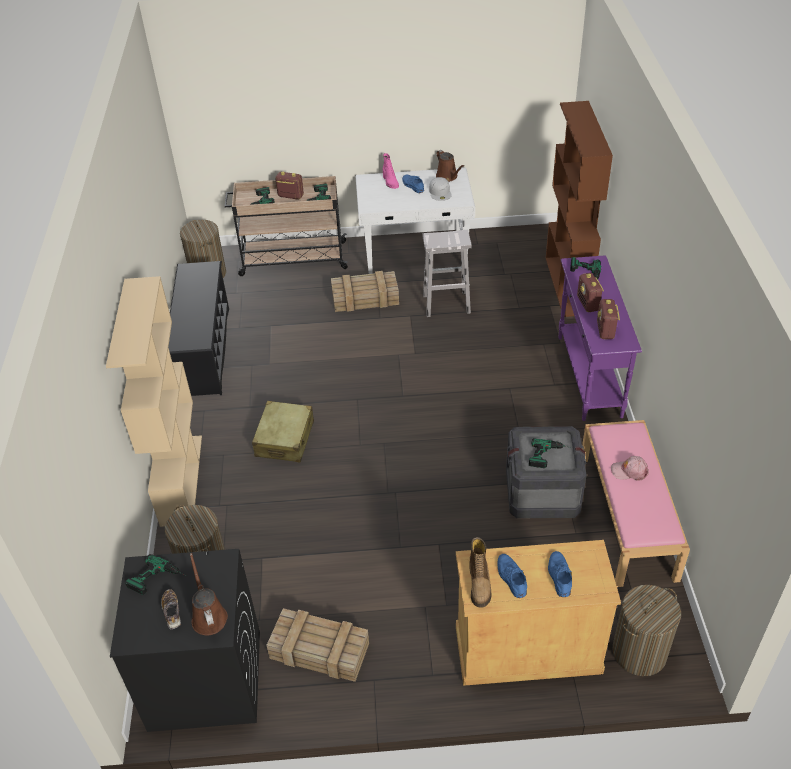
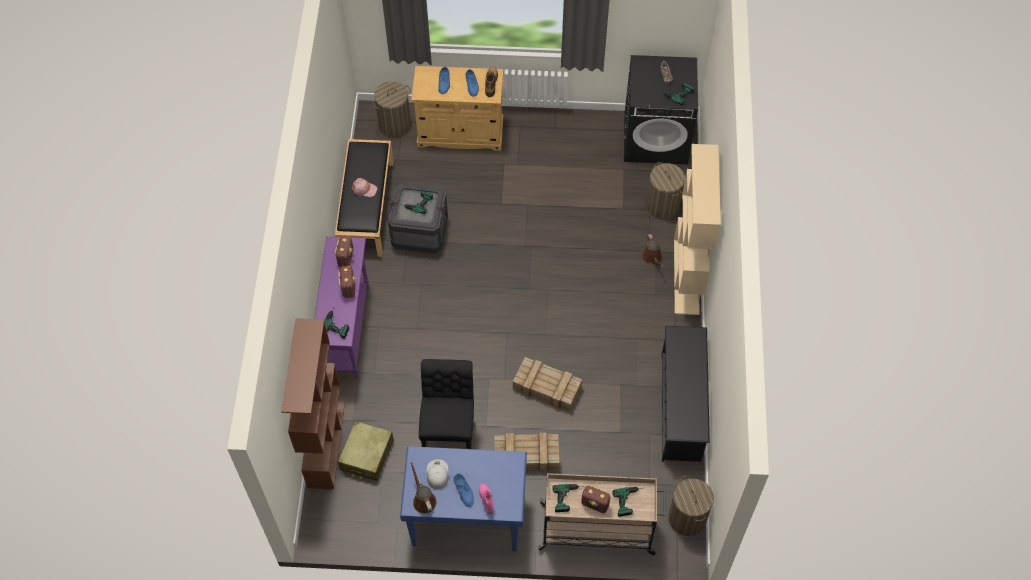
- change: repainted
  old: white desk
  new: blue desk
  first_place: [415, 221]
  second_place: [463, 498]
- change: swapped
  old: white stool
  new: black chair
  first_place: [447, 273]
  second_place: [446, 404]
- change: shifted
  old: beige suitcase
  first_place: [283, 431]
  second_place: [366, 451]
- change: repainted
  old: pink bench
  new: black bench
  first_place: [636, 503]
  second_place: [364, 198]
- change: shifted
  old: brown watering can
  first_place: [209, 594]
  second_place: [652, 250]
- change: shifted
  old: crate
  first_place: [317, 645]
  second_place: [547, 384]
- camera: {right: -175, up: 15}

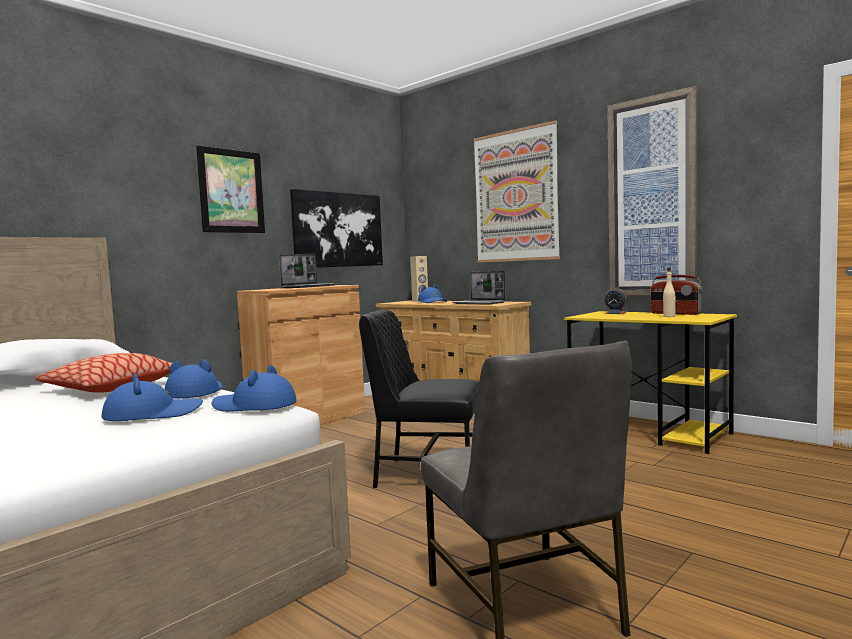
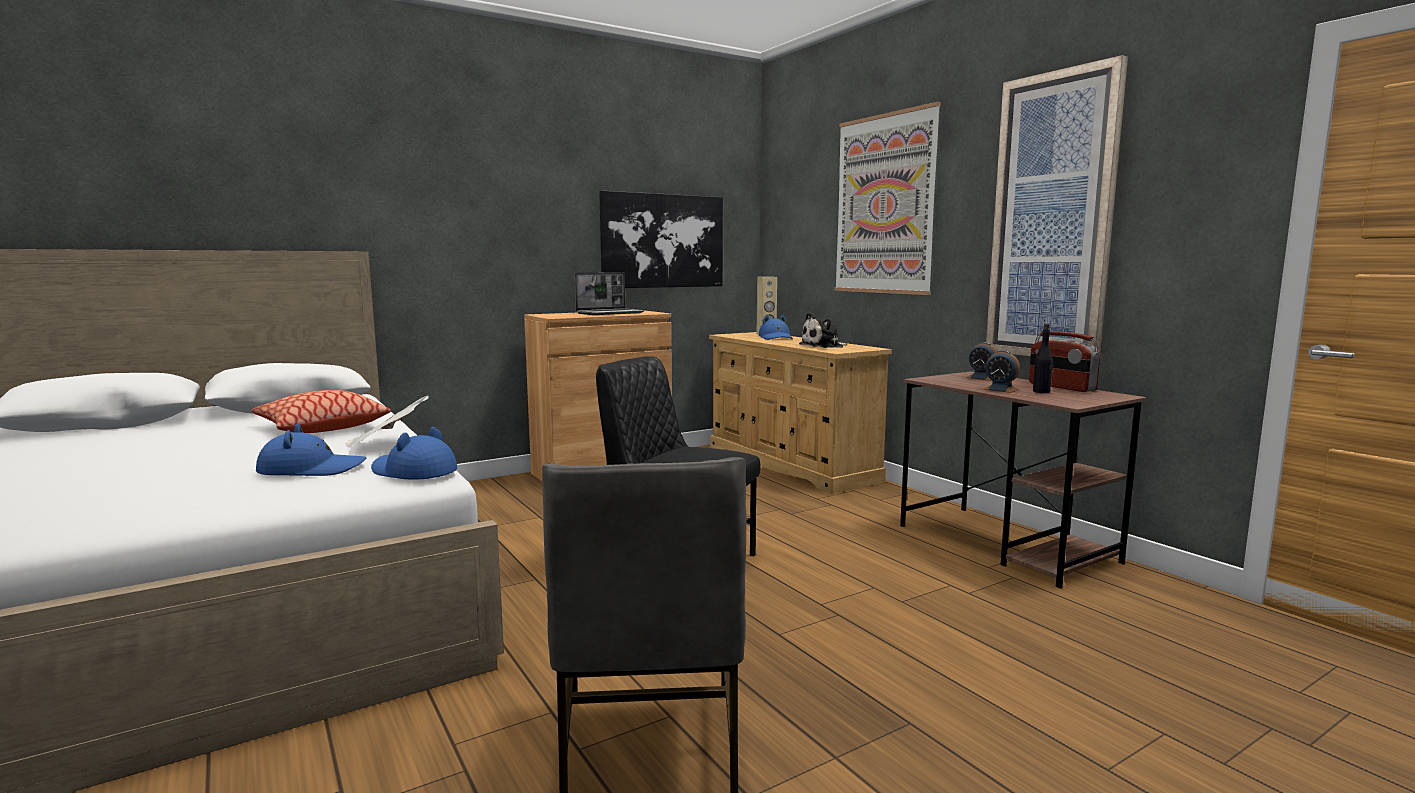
- change: gone
  old: picture
  first_place: [230, 189]
- change: repainted
  old: beige bottle
  new: black bottle
  first_place: [669, 292]
  second_place: [1043, 358]
- change: swapped
  old: laptop
  new: plush toy
  first_place: [479, 288]
  second_place: [823, 330]
- change: repainted
  old: yellow desk
  new: brown desk
  first_place: [650, 382]
  second_place: [1023, 480]
- change: swapped
  old: blue hat
  new: newspaper
  first_place: [194, 379]
  second_place: [387, 422]
- change: new
  new: alarm clock
  second_place: [1001, 371]
- camera: {right: 15, up: 5}

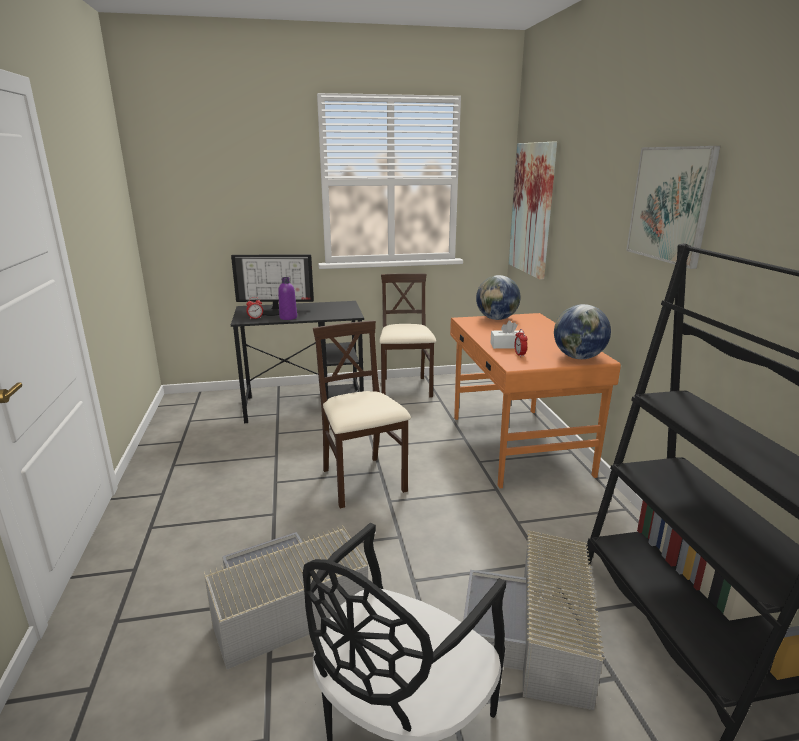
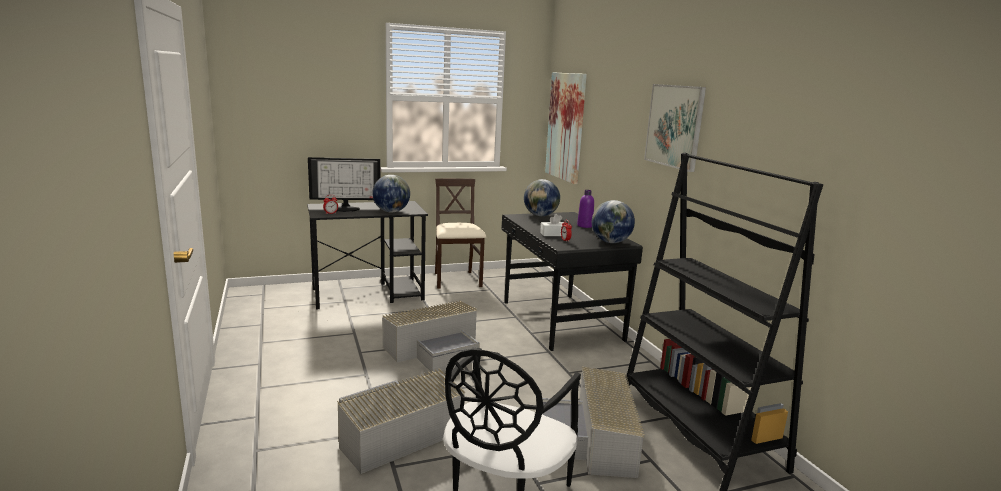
- change: shifted
  old: purple bottle
  first_place: [287, 298]
  second_place: [585, 209]
- change: repainted
  old: orange desk
  new: black desk
  first_place: [535, 400]
  second_place: [572, 281]
- change: swapped
  old: beige chair
  new: grey storage box
  first_place: [362, 414]
  second_place: [431, 337]
- change: new
  new: globe
  second_place: [391, 193]
- camera: {right: -10, up: -5}

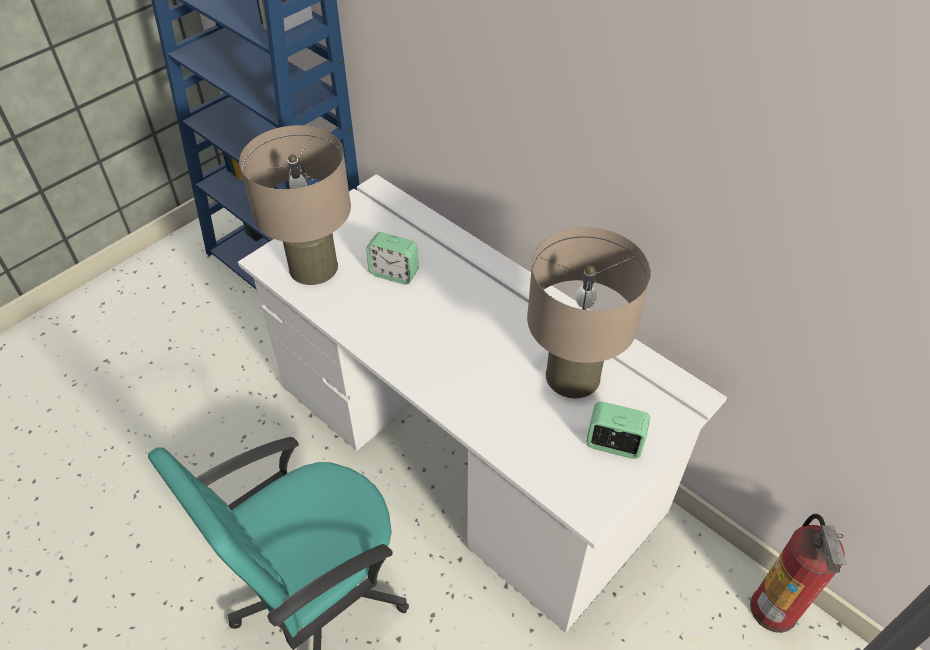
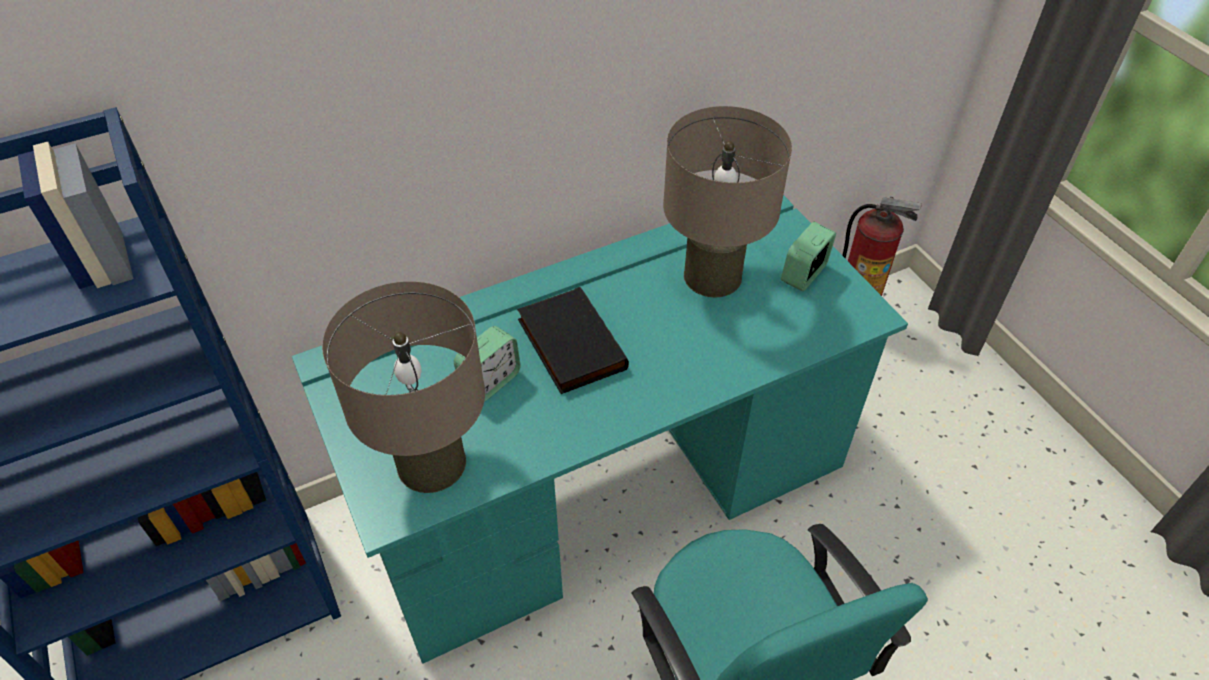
- change: repainted
  old: white desk
  new: turquoise desk
  first_place: [482, 403]
  second_place: [600, 429]
- change: new
  new: black book
  second_place: [573, 340]
- camera: {right: -70, up: 0}

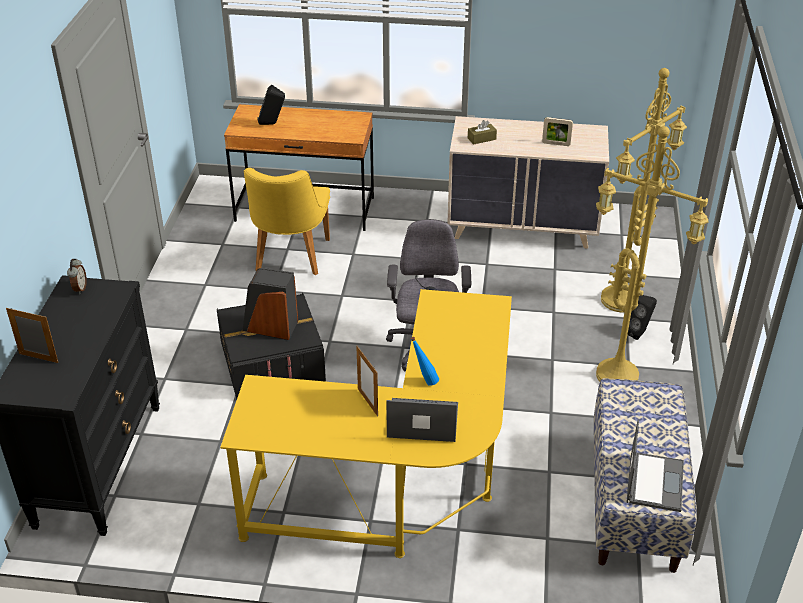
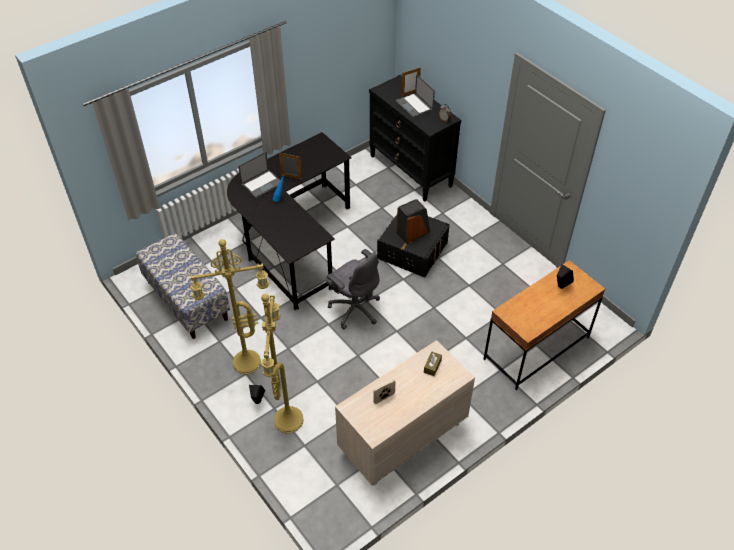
- change: gone
  old: yellow chair
  first_place: [287, 221]
- change: repainted
  old: yellow desk
  new: black desk
  first_place: [366, 423]
  second_place: [289, 221]
- change: shifted
  old: laptop
  first_place: [655, 466]
  second_place: [415, 96]
- camera: {right: 135, up: 10}

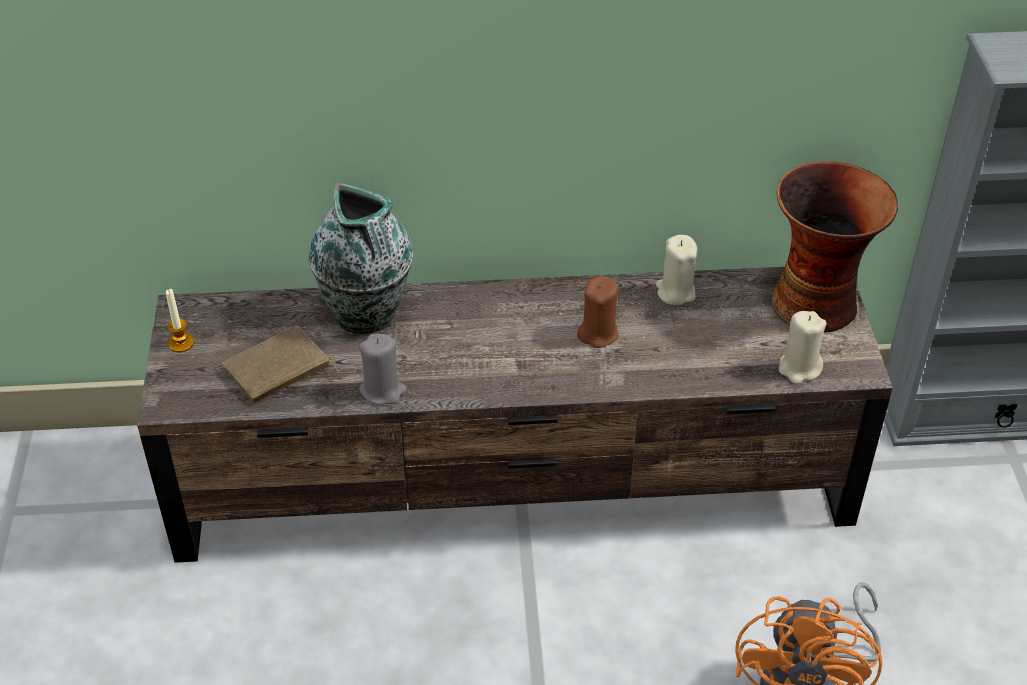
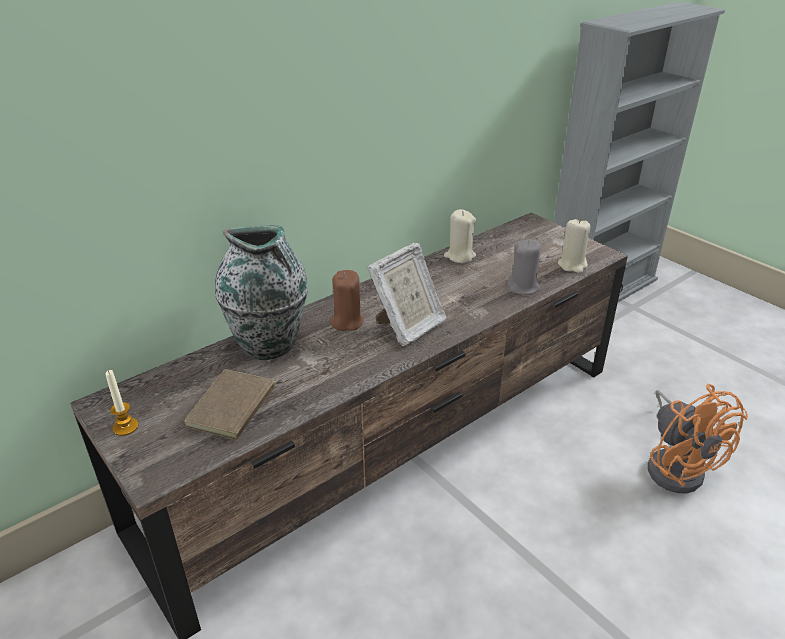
- change: gone
  old: vase
  first_place: [835, 247]
- change: shifted
  old: brown candle
  first_place: [598, 312]
  second_place: [347, 300]
- change: shifted
  old: grey candle
  first_place: [383, 369]
  second_place: [524, 267]
- change: new
  new: picture frame
  second_place: [407, 294]
- camera: {right: -35, up: -10}

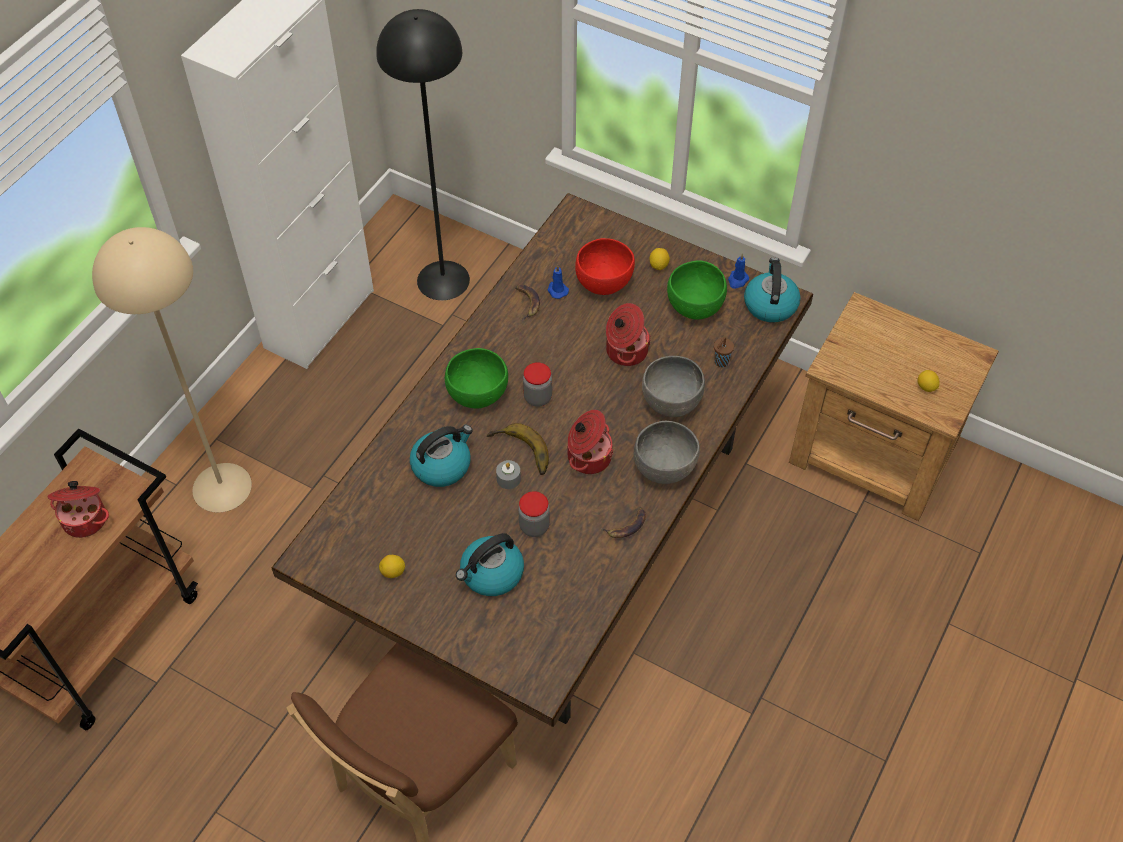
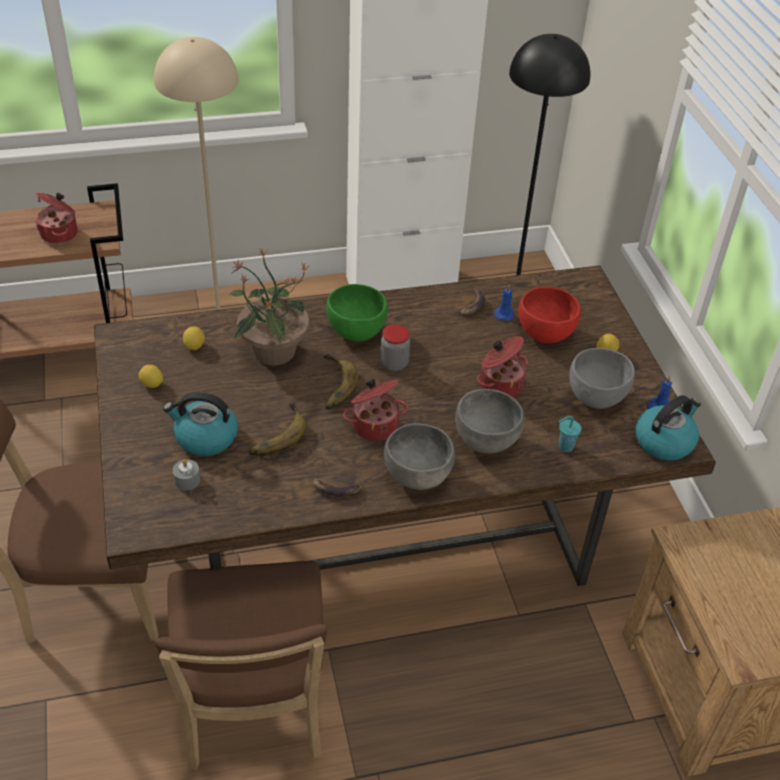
- change: repainted
  old: green bowl
  new: grey bowl
  first_place: [697, 290]
  second_place: [602, 378]
- change: repainted
  old: brown cup
  new: turquoise cup
  first_place: [724, 352]
  second_place: [569, 434]
- change: shifted
  old: lemon
  first_place: [928, 381]
  second_place: [194, 338]
- change: swapped
  old: kettle
  new: potted plant
  first_place: [441, 456]
  second_place: [269, 306]
- change: shifted
  old: grey candle
  first_place: [508, 474]
  second_place: [186, 474]
- change: swapped
  old: jar
  new: banana
  first_place: [534, 514]
  second_place: [278, 429]
- change: new
  new: brown chair
  second_place: [241, 665]
- camera: {right: 45, up: -10}

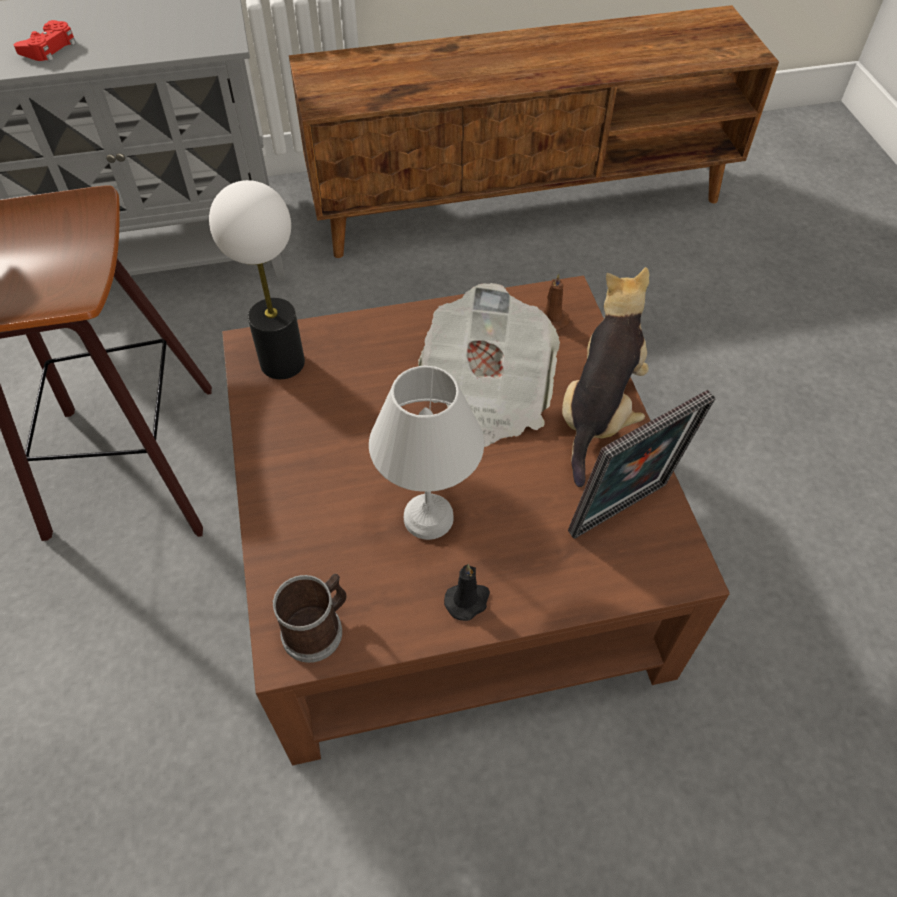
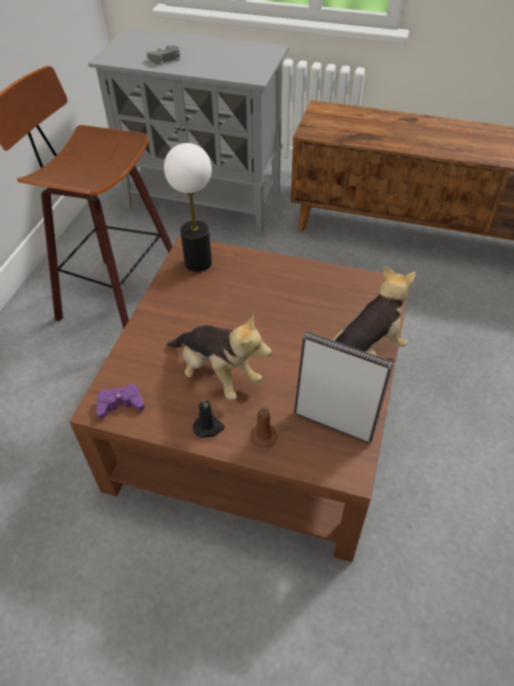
- change: repainted
  old: red game controller
  new: grey game controller
  first_place: [45, 41]
  second_place: [163, 55]
- change: shifted
  old: brown candle
  first_place: [554, 302]
  second_place: [264, 427]
- change: gone
  old: newspaper
  first_place: [489, 365]
- change: swapped
  old: white table lamp
  new: plush toy
  first_place: [426, 453]
  second_place: [219, 357]
- change: rotated
  old: picture frame
  first_place: [642, 464]
  second_place: [344, 387]
  degrees: -150
- change: swapped
  old: mug
  new: purple game controller
  first_place: [309, 618]
  second_place: [120, 401]
- camera: {right: 30, up: -5}

